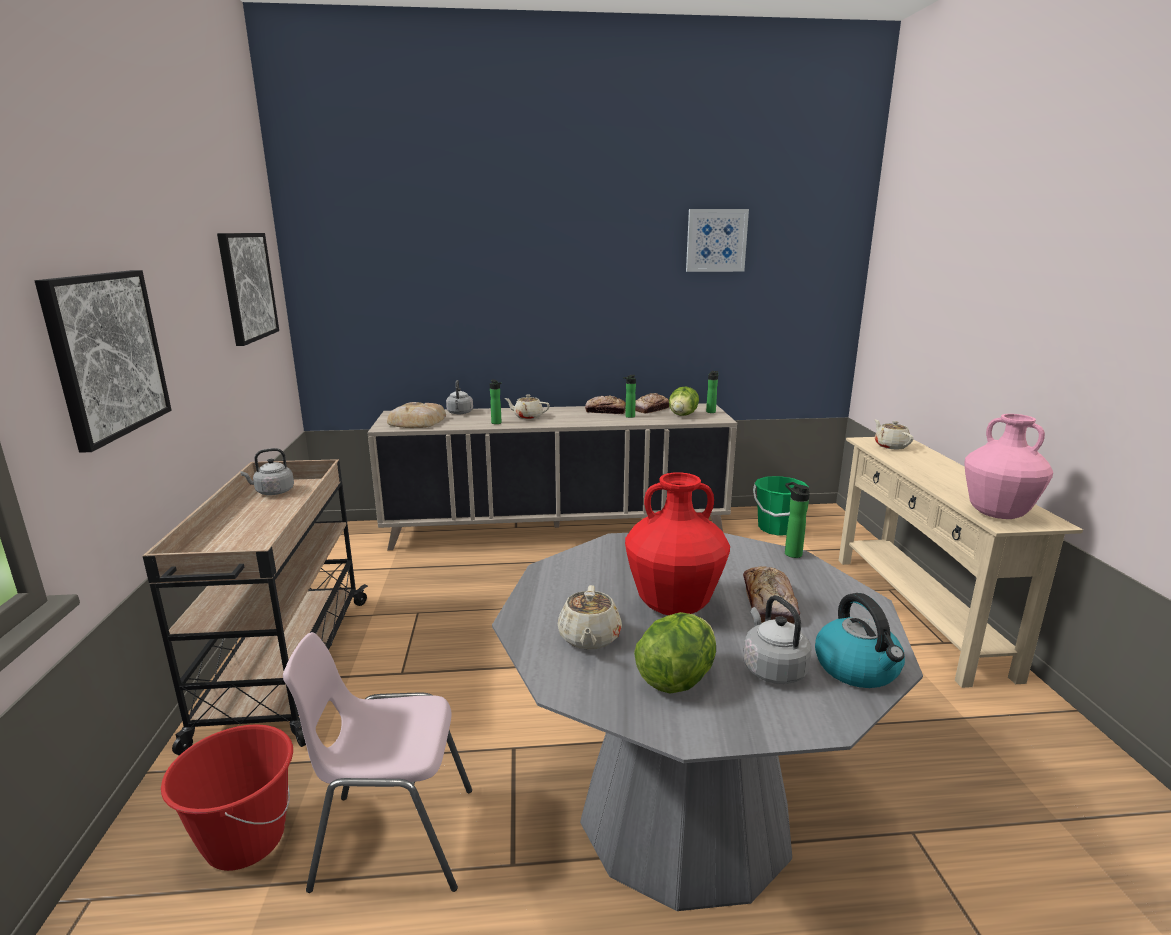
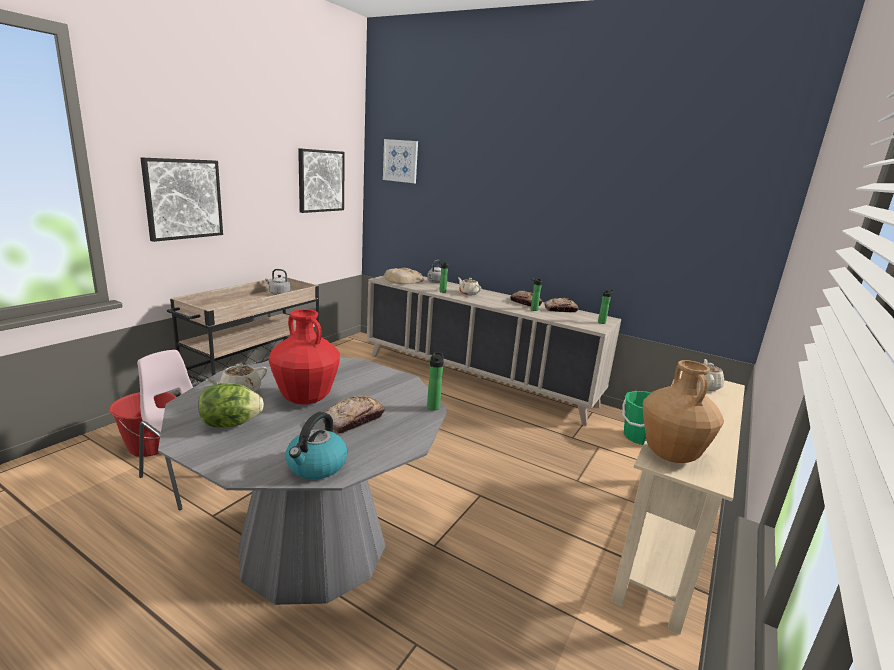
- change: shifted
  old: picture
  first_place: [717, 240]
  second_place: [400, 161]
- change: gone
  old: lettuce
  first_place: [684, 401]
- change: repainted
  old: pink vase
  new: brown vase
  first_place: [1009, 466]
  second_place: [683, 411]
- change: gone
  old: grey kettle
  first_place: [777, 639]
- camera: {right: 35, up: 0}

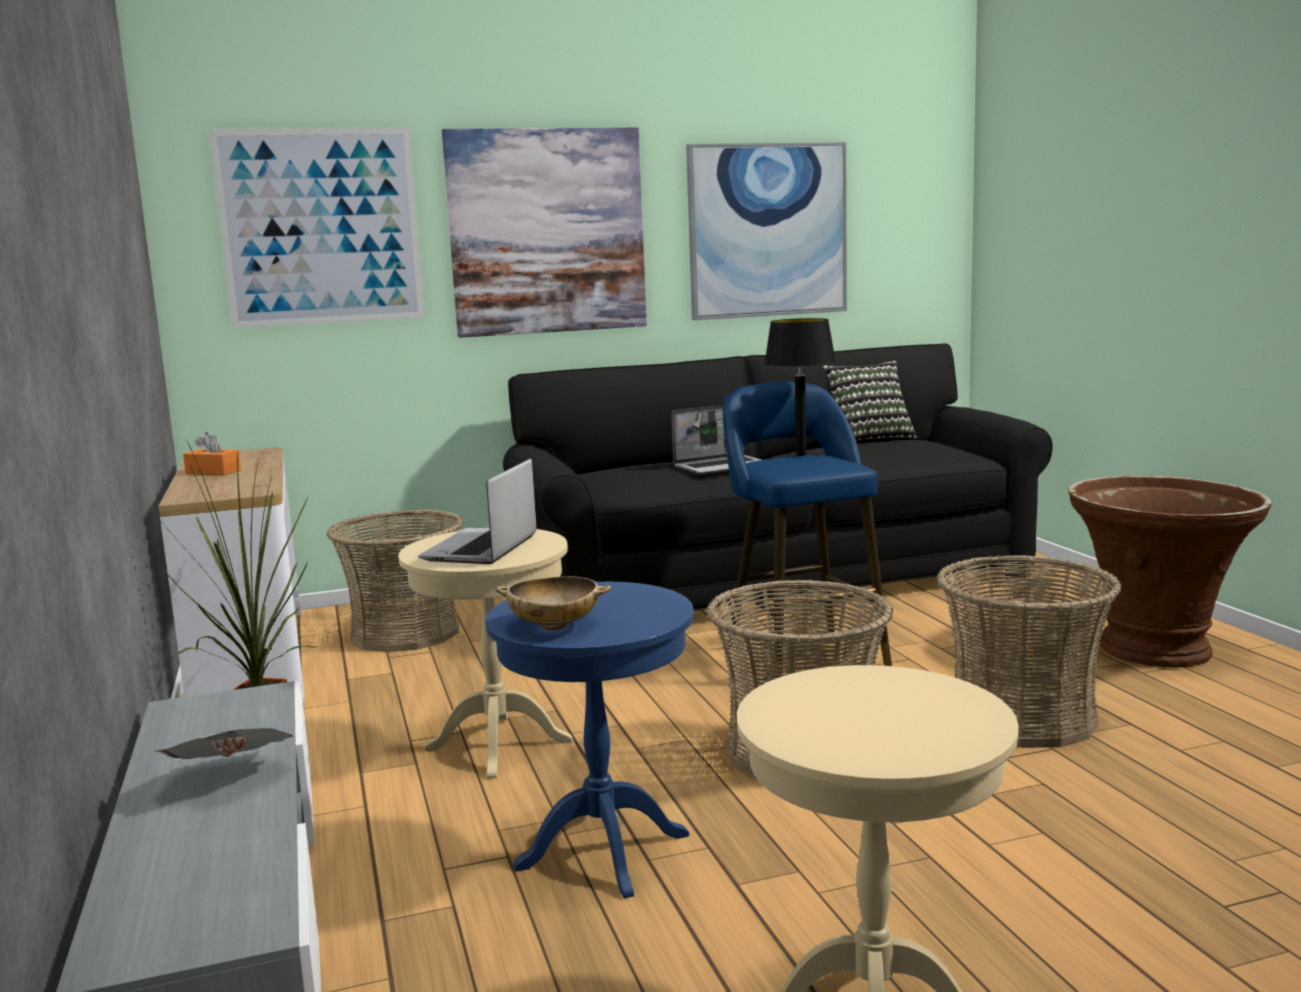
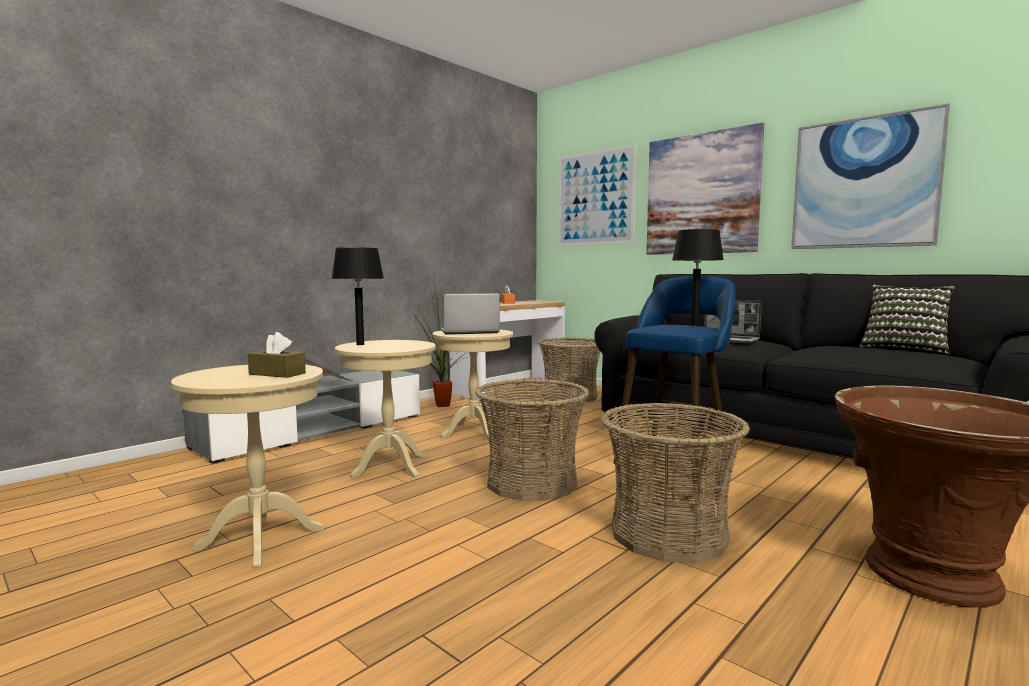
- change: swapped
  old: beige bowl
  new: black table lamp
  first_place: [553, 603]
  second_place: [357, 296]
- change: repainted
  old: blue side table
  new: beige side table
  first_place: [589, 740]
  second_place: [385, 409]
- change: new
  new: brown tissue box
  second_place: [277, 355]
- camera: {right: 60, up: -5}

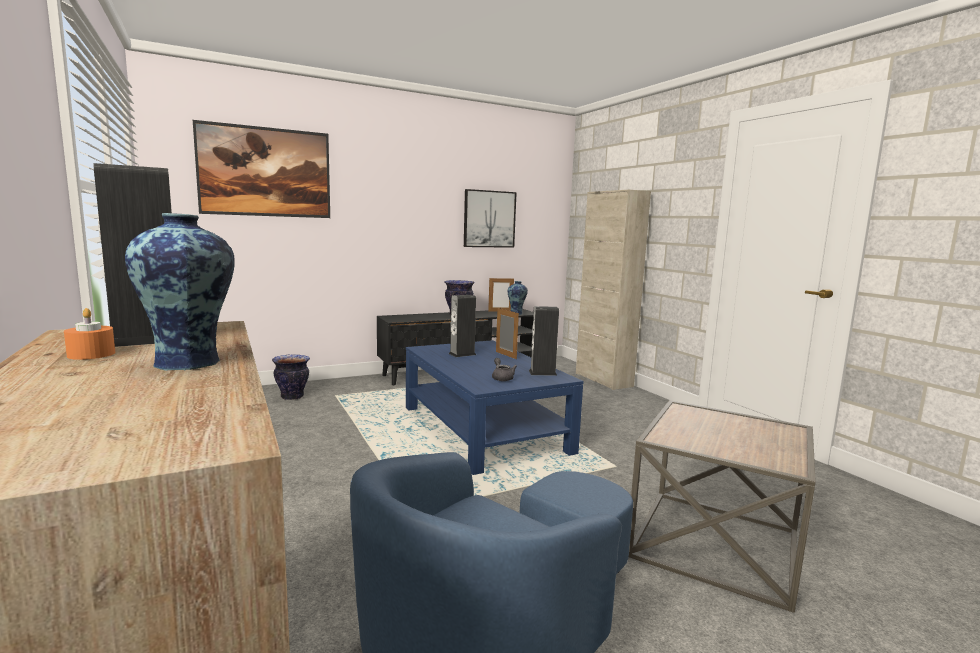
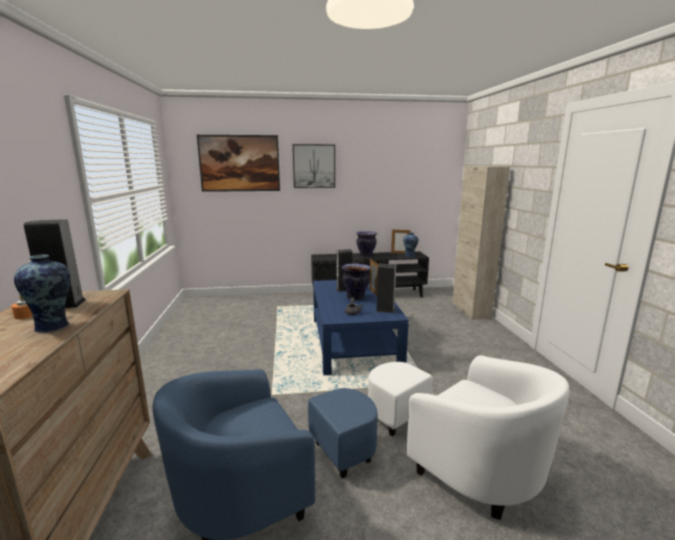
- change: shifted
  old: picture
  first_place: [490, 218]
  second_place: [314, 166]
- change: shifted
  old: vase
  first_place: [291, 377]
  second_place: [356, 282]
- change: swapped
  old: brown side table
  new: white armchair
  first_place: [722, 506]
  second_place: [469, 437]
- camera: {right: 20, up: 5}

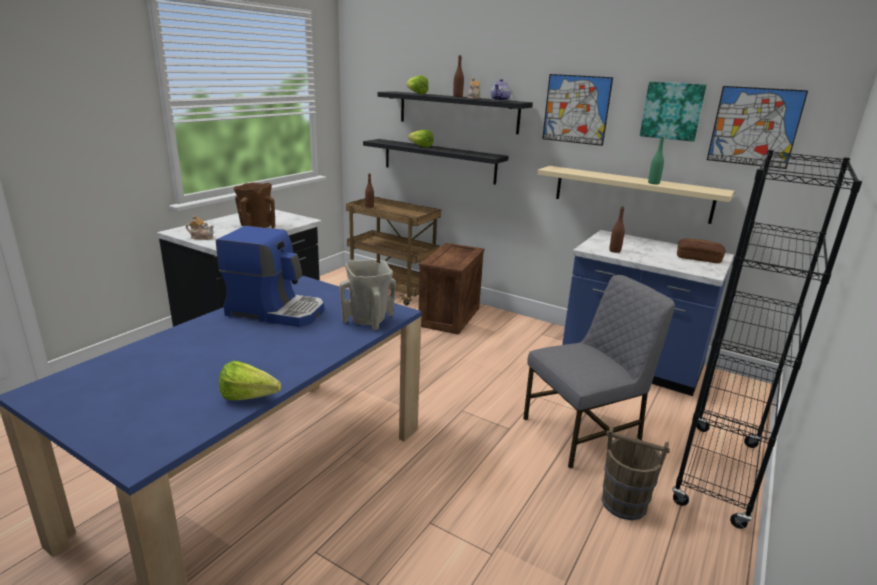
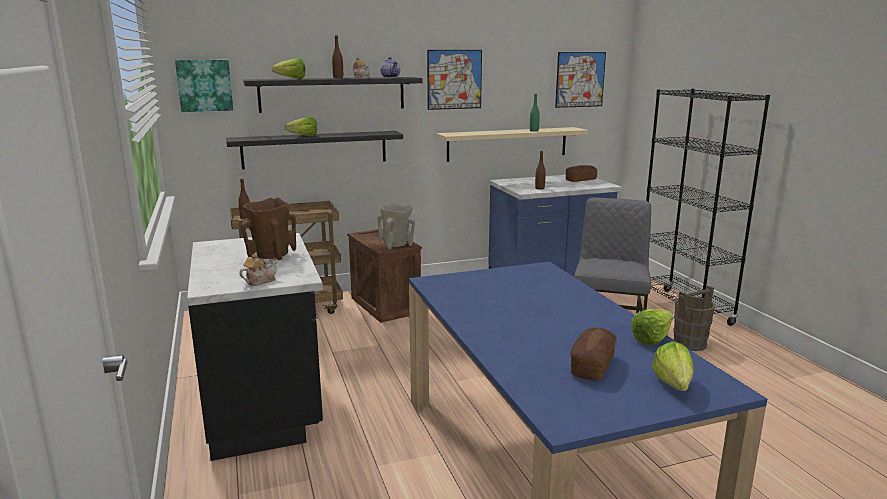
- change: shifted
  old: picture
  first_place: [673, 112]
  second_place: [204, 86]
- change: gone
  old: coffee machine
  first_place: [270, 276]
- change: shifted
  old: beige vase
  first_place: [368, 294]
  second_place: [396, 226]
- change: new
  new: bread
  second_place: [593, 354]
- change: new
  new: lettuce
  second_place: [672, 366]
- camera: {right: -50, up: -5}

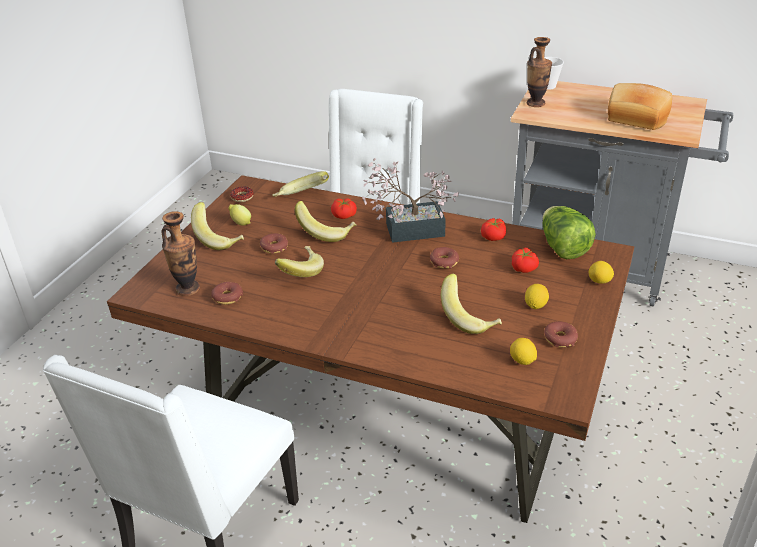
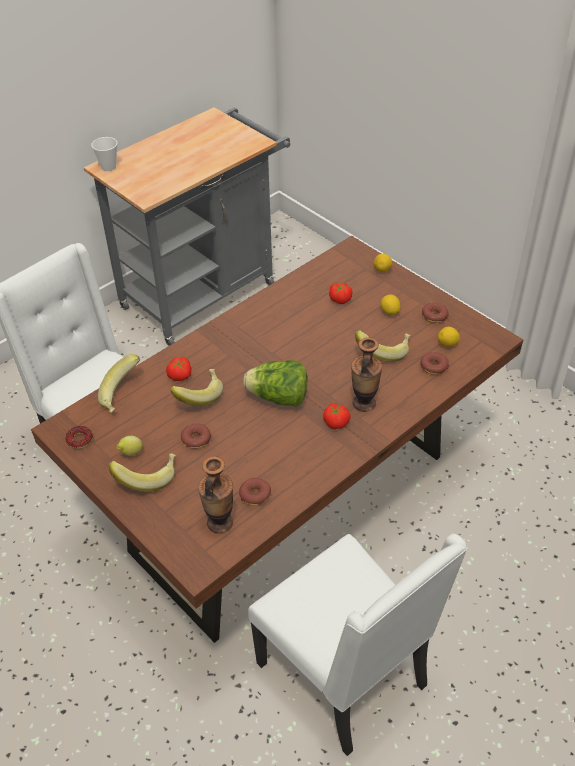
- change: shifted
  old: vase
  first_place: [539, 72]
  second_place: [366, 374]
- change: gone
  old: bread
  first_place: [640, 106]
- change: gone
  old: potted plant
  first_place: [410, 200]
- change: shifted
  old: lettuce
  first_place: [569, 232]
  second_place: [275, 383]
- change: shifted
  old: tomato
  first_place: [493, 229]
  second_place: [337, 416]
- change: gone
  old: banana
  first_place: [299, 261]
- change: shifted
  old: donut
  first_place: [444, 258]
  second_place: [435, 363]
- camera: {right: -65, up: 10}

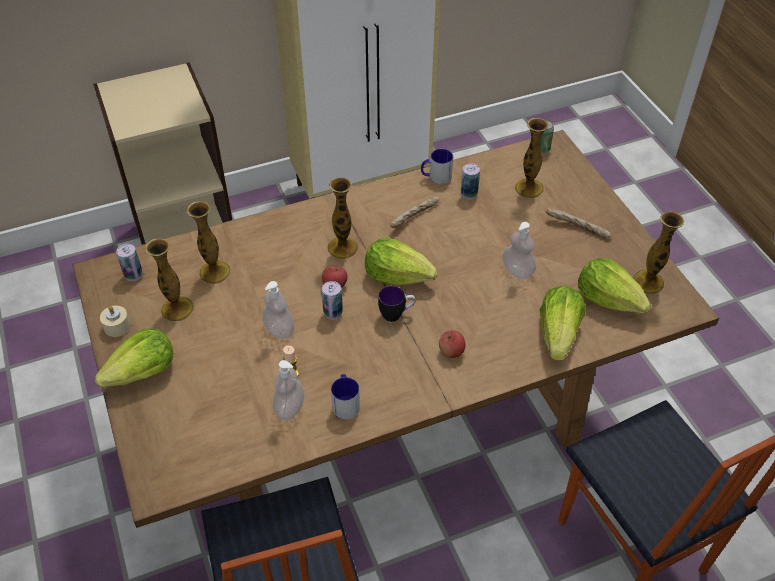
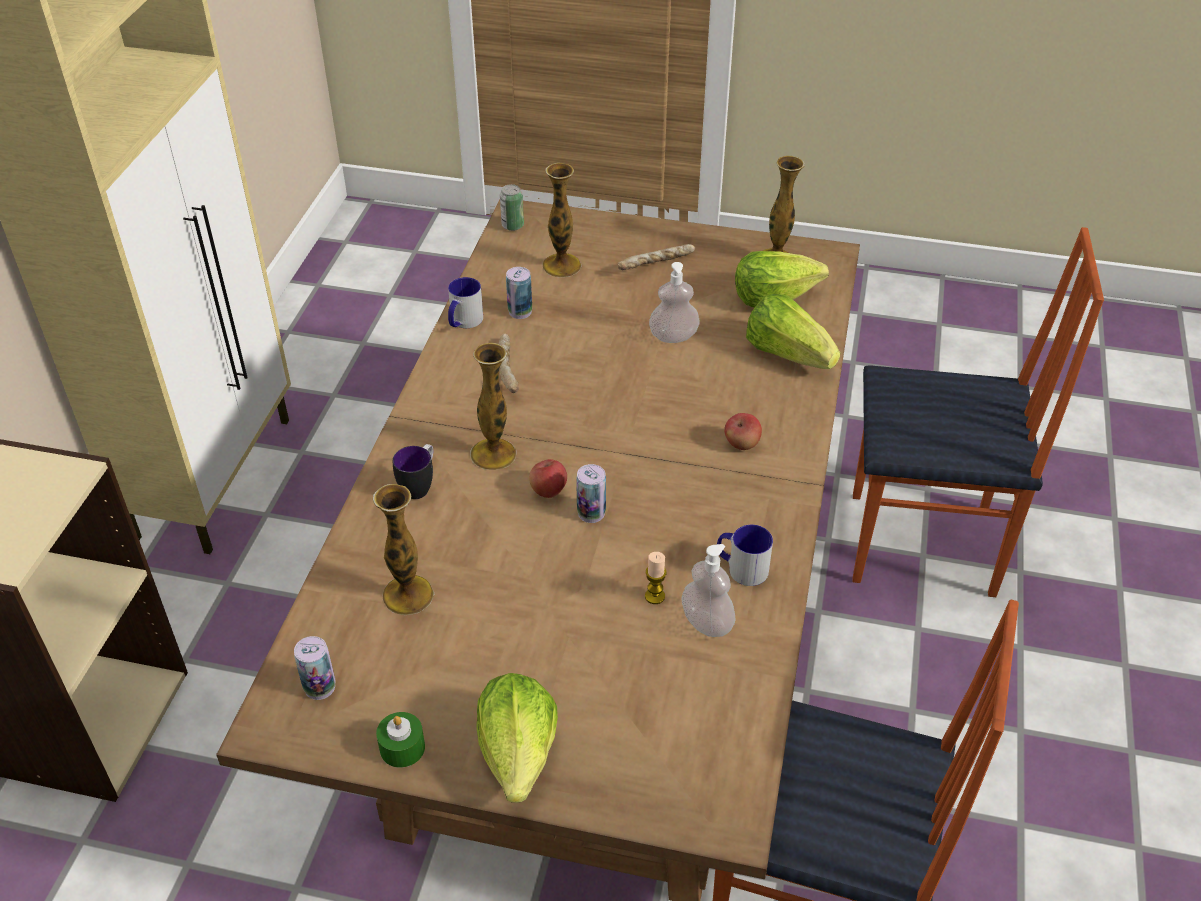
- change: gone
  old: lettuce
  first_place: [401, 261]
- change: gone
  old: vase
  first_place: [170, 280]
- change: gone
  old: soap dispenser
  first_place: [278, 310]
- change: shifted
  old: mug
  first_place: [397, 304]
  second_place: [413, 471]
- change: repainted
  old: beige candle
  new: green candle
  first_place: [115, 321]
  second_place: [400, 740]
- camera: {right: -55, up: -5}

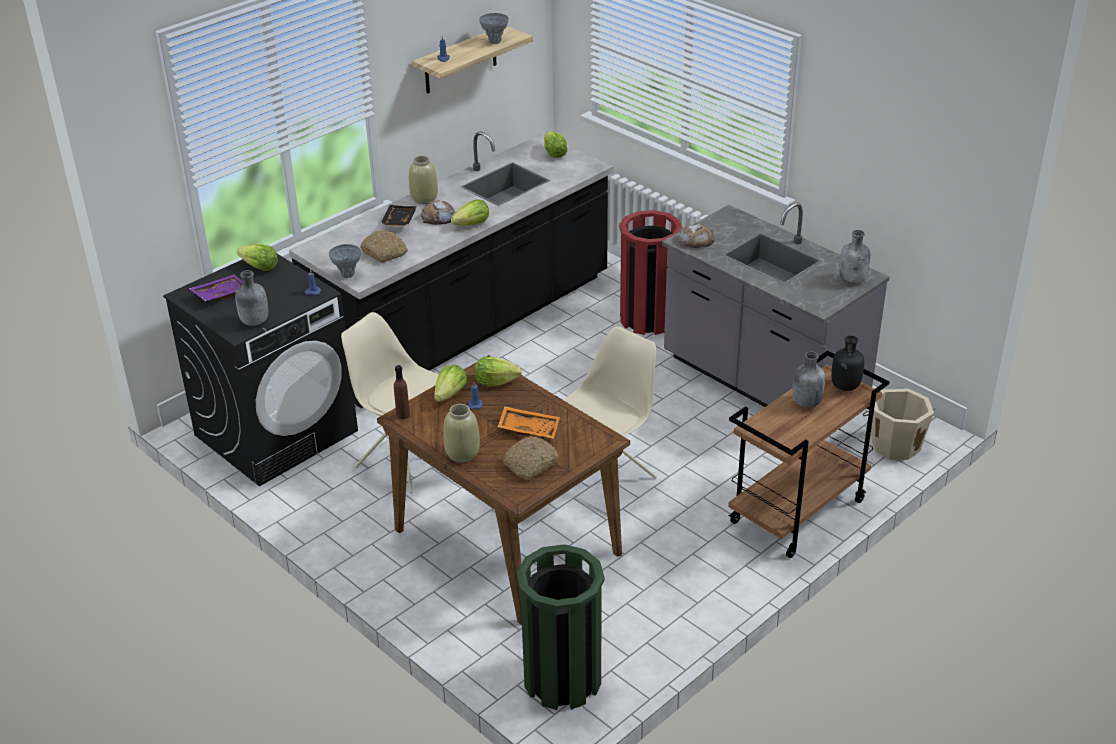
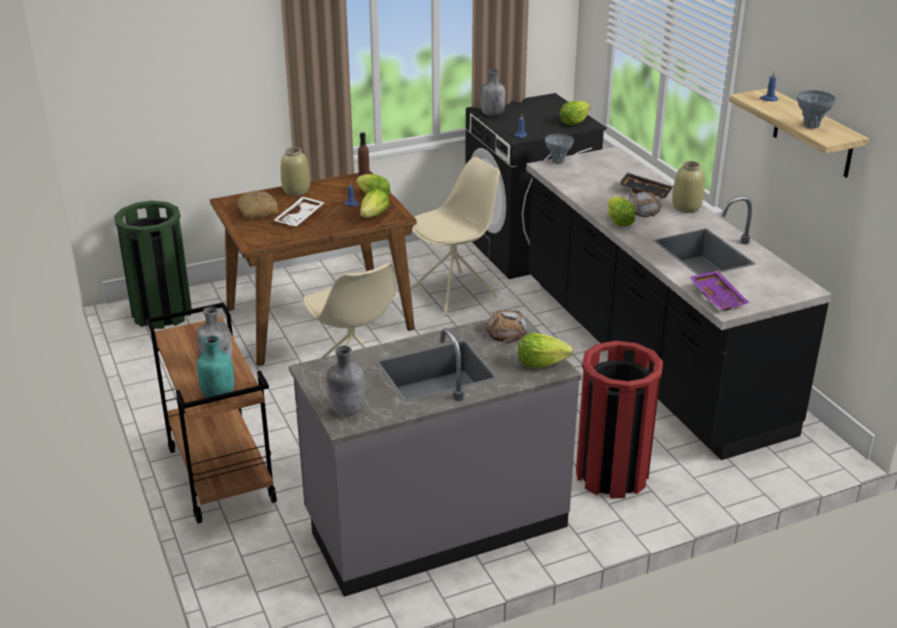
- change: shifted
  old: lettuce
  first_place: [555, 144]
  second_place: [545, 350]
- change: gone
  old: bread
  first_place: [384, 246]
- change: shifted
  old: purple tray
  first_place: [216, 288]
  second_place: [719, 290]
- change: repainted
  old: black bottle
  new: turquoise bottle
  first_place: [847, 363]
  second_place: [215, 367]
- change: gone
  old: beige bucket
  first_place: [899, 424]
- change: repainted
  old: orange tray
  new: white tray
  first_place: [529, 422]
  second_place: [299, 211]
- camera: {right: 110, up: -5}

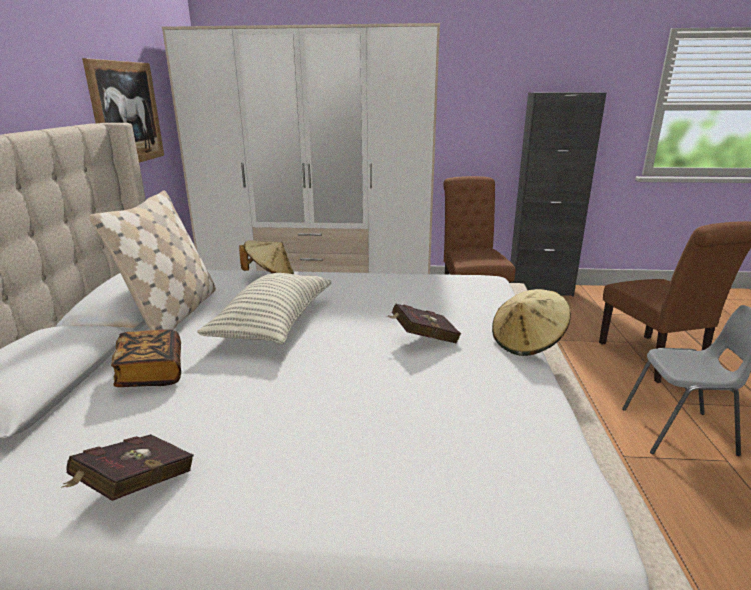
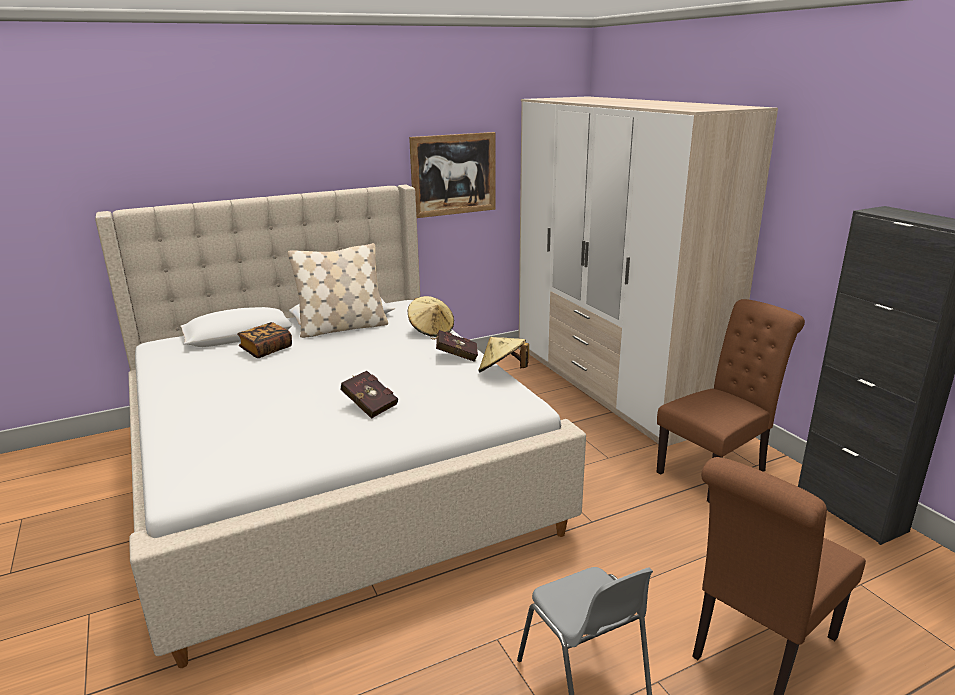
- change: gone
  old: pillow
  first_place: [264, 309]
- change: shifted
  old: beige hat
  first_place: [531, 322]
  second_place: [503, 354]
- change: shifted
  old: red book
  first_place: [127, 467]
  second_place: [453, 346]
- camera: {right: 60, up: 0}

